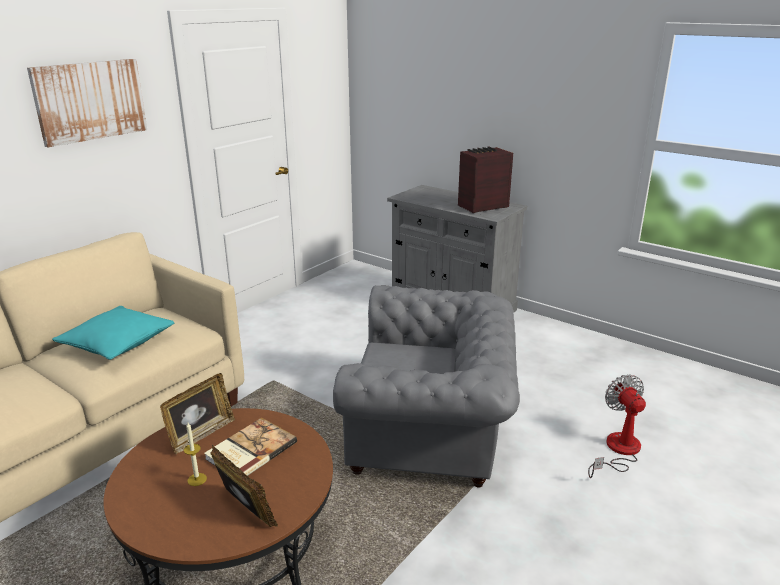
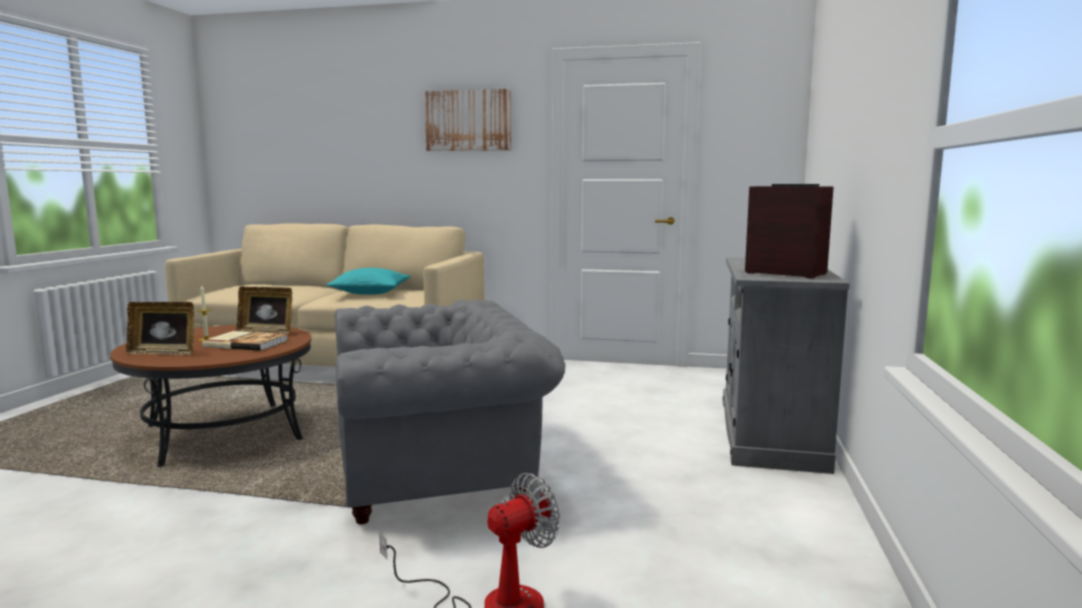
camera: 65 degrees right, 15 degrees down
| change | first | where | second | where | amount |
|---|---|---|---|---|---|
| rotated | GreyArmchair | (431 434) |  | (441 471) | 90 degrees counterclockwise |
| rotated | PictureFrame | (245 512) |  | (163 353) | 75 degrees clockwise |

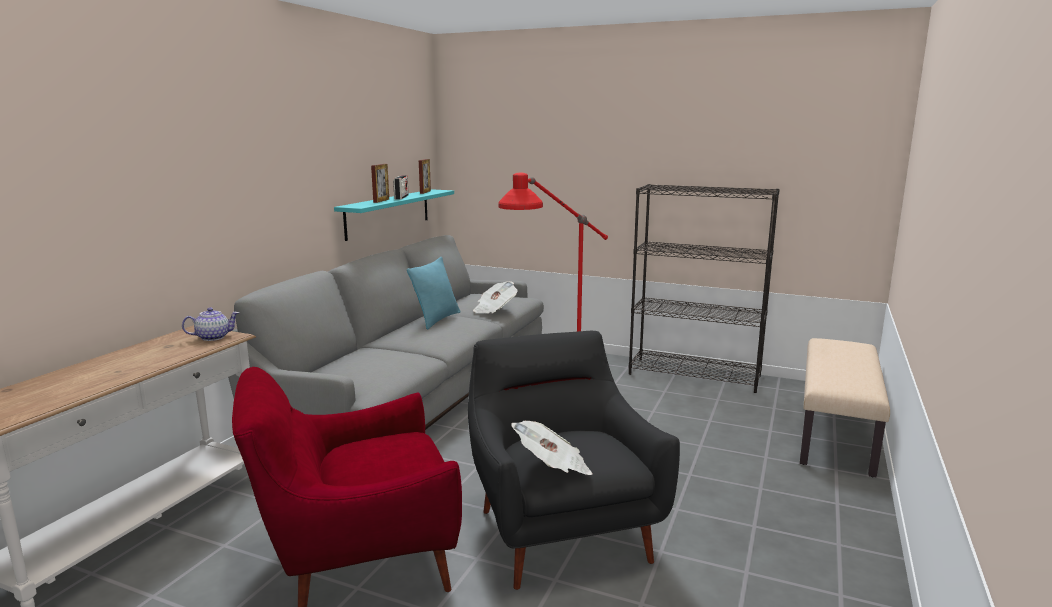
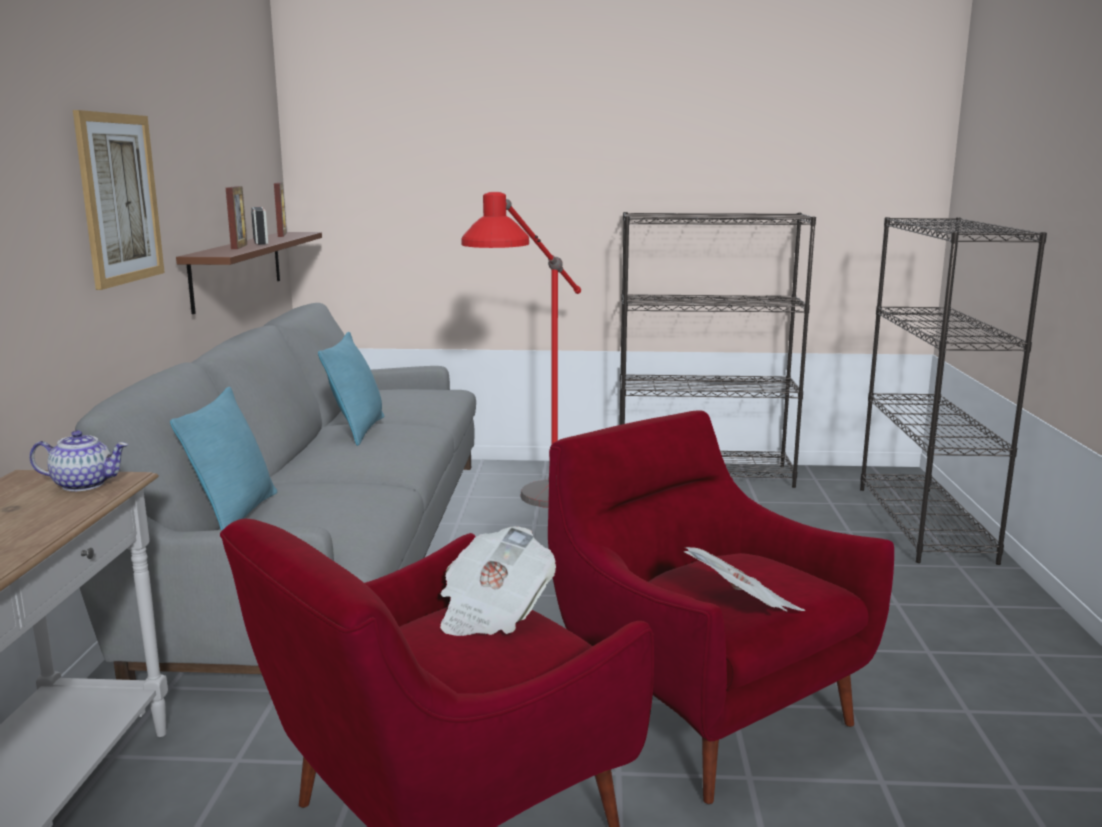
camera: 20 degrees left, 0 degrees up
| change | first | where | second | where | amount |
|---|---|---|---|---|---|
| repainted | TurquoiseShelf | (388 213) | BrownShelf | (237 269) |  |
| shifted | Newspaper | (494 309) |  | (493 612) |  |
| rotated | Teapot | (213 337) |  | (84 484) | 45 degrees clockwise |
| repainted | BlackArmchair | (560 530) | RedArmchair | (701 708) |  |
| swapped | BeigeBench | (836 434) | BlackBookcase | (924 523) |  |
| new |  |  | Picture | (120 198) |  |
| new |  |  | TurquoisePillow | (235 515) |  |

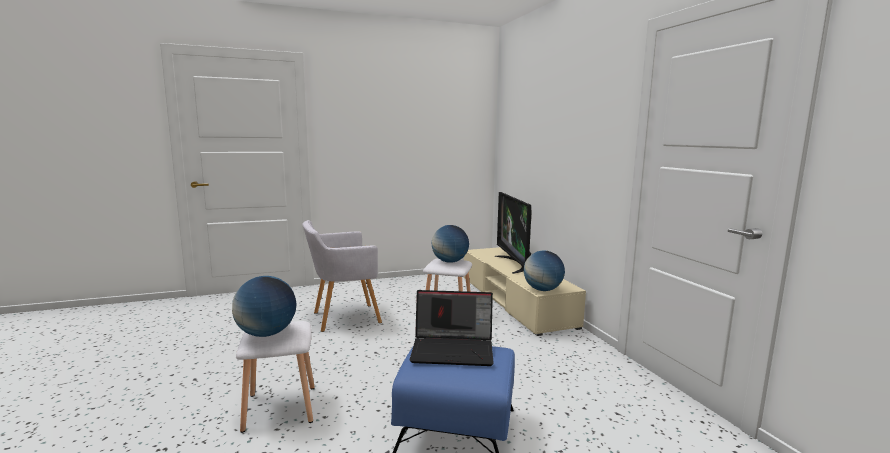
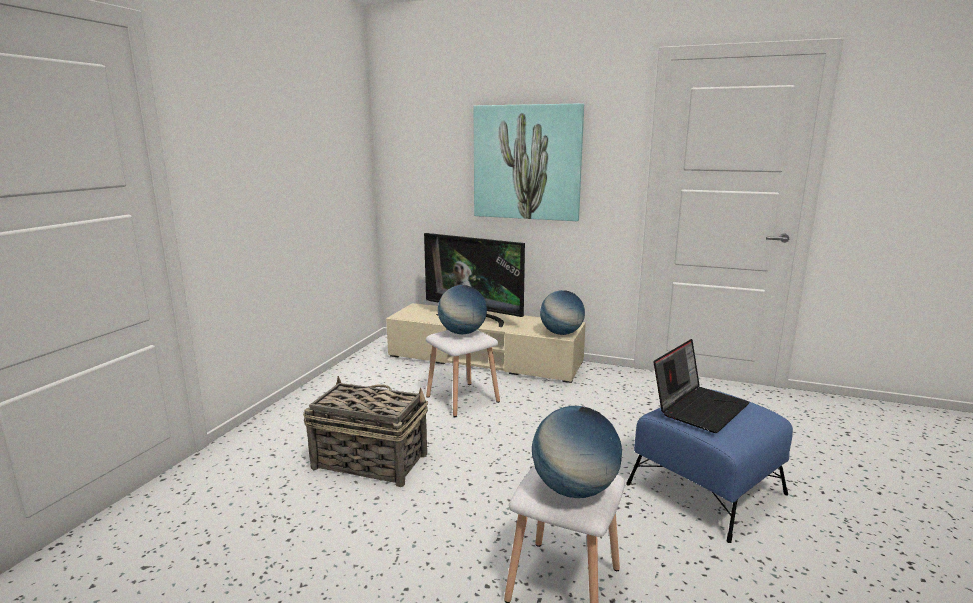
camera: 50 degrees left, 5 degrees up
| change | first | where | second | where | amount |
|---|---|---|---|---|---|
| swapped | GreyArmchair | (343 317) | Basket | (369 461) |  |
| new |  |  | Picture | (527 162) |  |

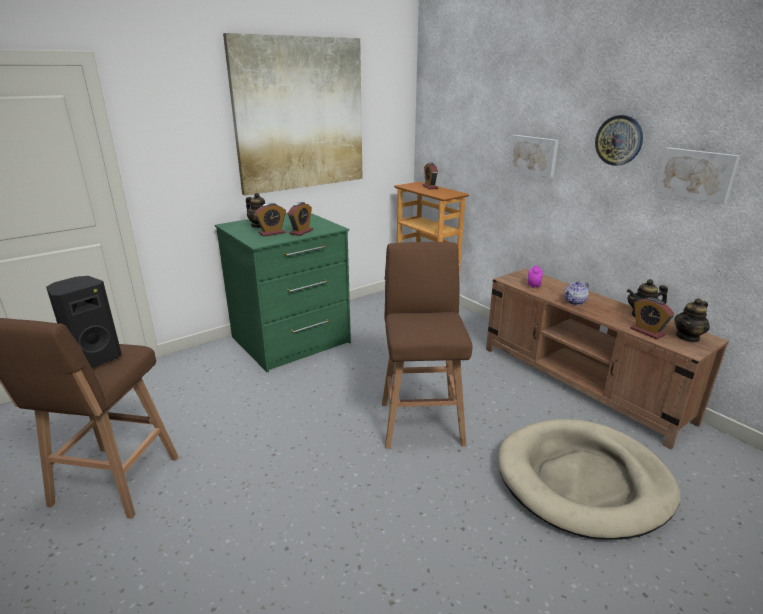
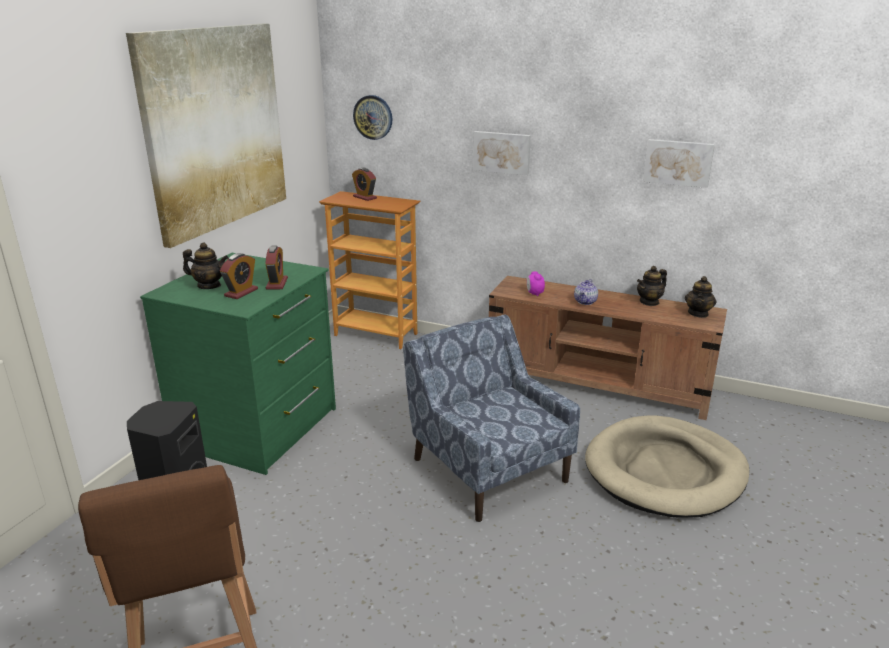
camera: 30 degrees left, 0 degrees up
| change | first | where | second | where | amount |
|---|---|---|---|---|---|
| shifted | WallClock | (619 140) |  | (373 117) |  |
| swapped | BrownStool | (421 421) | BlueArmchair | (488 468) |  |
| gone | AlarmClock | (647 332) |  |  |  |

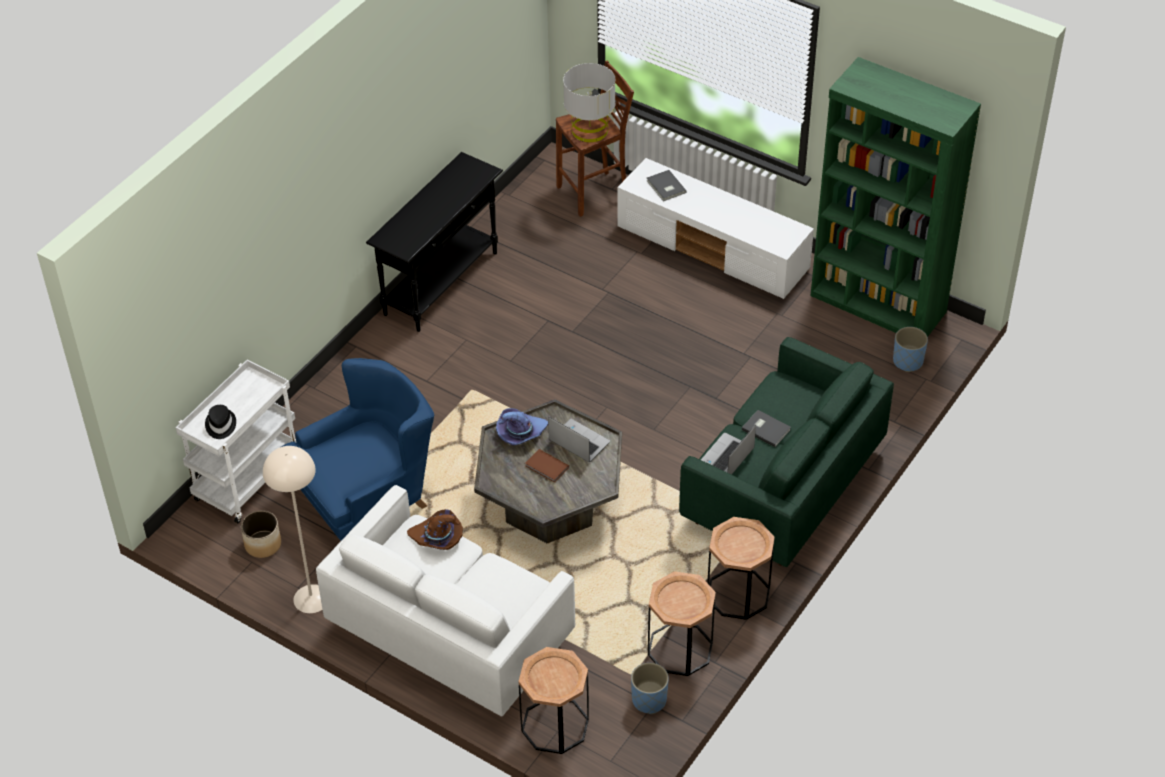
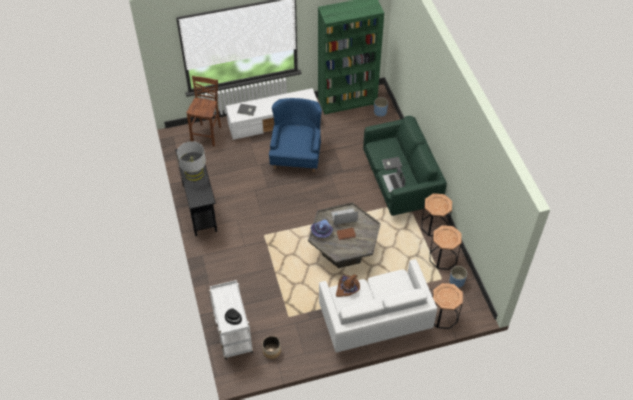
camera: 50 degrees left, 5 degrees up
| change | first | where | second | where | amount |
|---|---|---|---|---|---|
| shifted | GreyTableLamp | (590 130) |  | (194 173) |  |
| shifted | BlueArmchair | (367 495) |  | (296 154) |  |
| gone | BeigeFloorLamp | (311 598) |  |  |  |

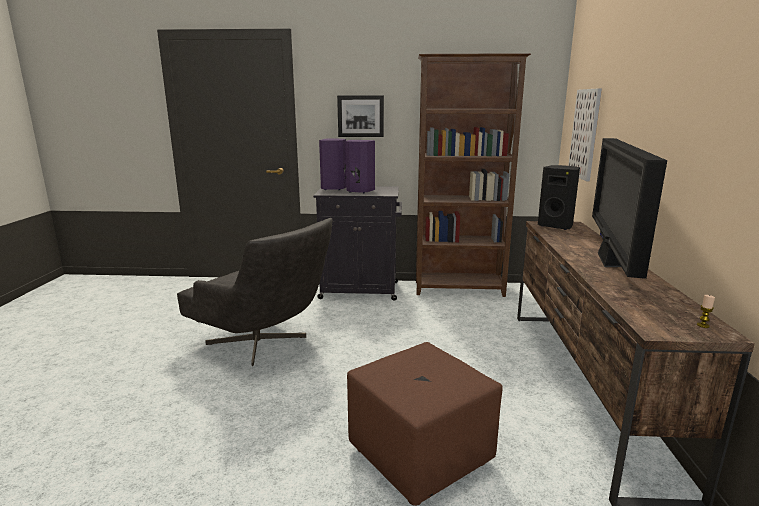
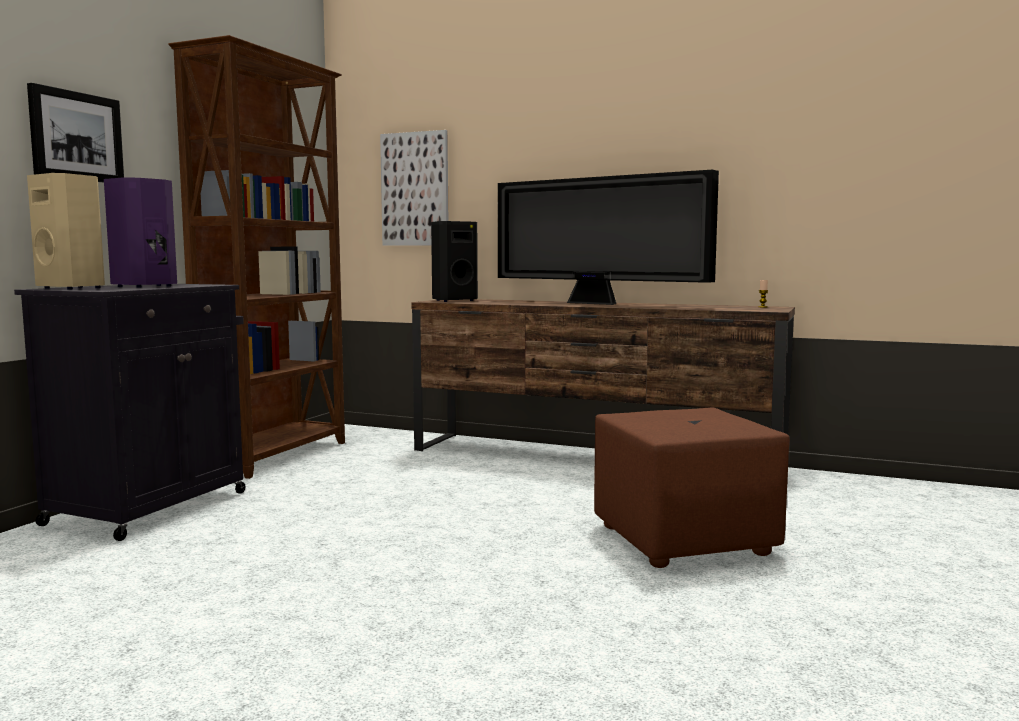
camera: 70 degrees left, 10 degrees down
| change | first | where | second | where | amount |
|---|---|---|---|---|---|
| repainted | PurpleSpeaker | (334 188) | BeigeSpeaker | (73 288) |  |
| gone | GreyArmchair | (265 344) |  |  |  |

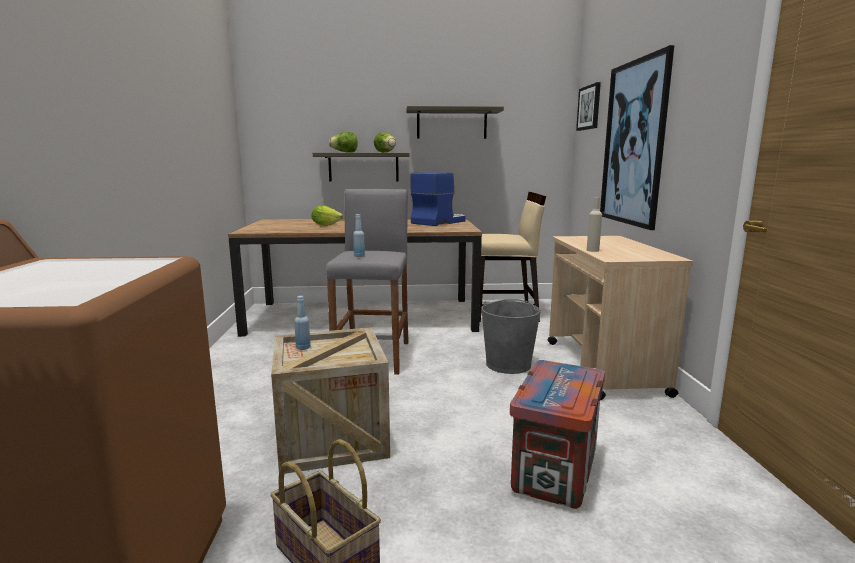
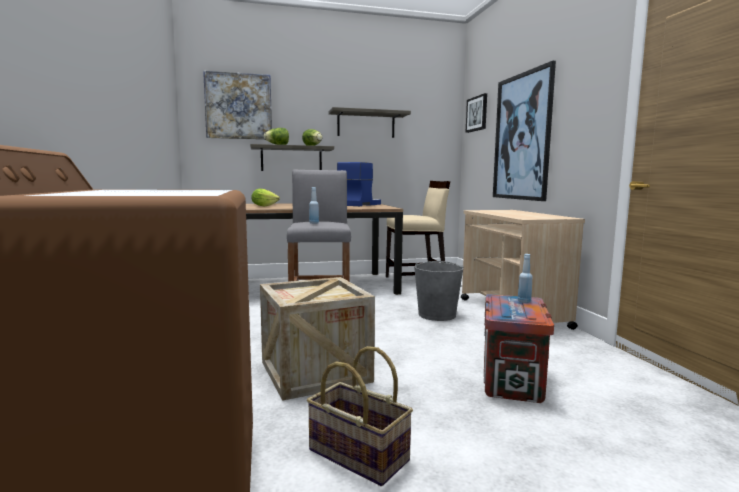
camera: 10 degrees left, 5 degrees down
| change | first | where | second | where | amount |
|---|---|---|---|---|---|
| gone | BeigeBottle | (592 250) |  |  |  |
| shifted | BlueBottle | (303 348) |  | (524 301) |  |
| new |  |  | Picture | (238 106) |  |

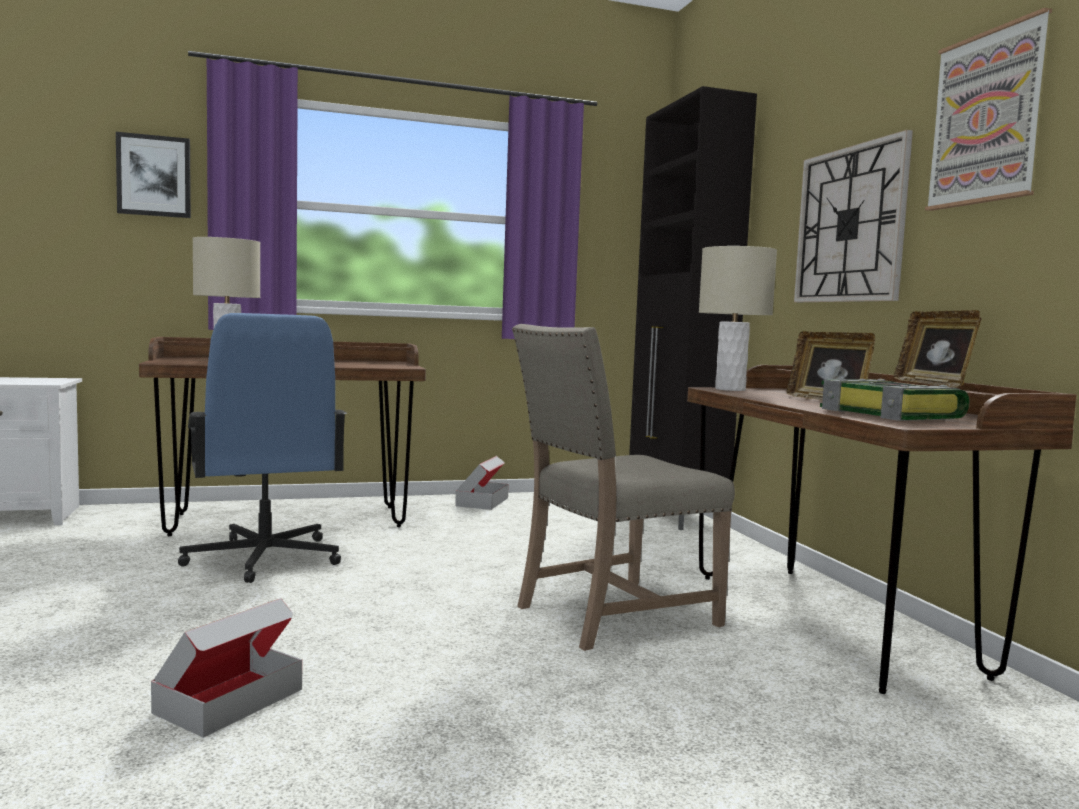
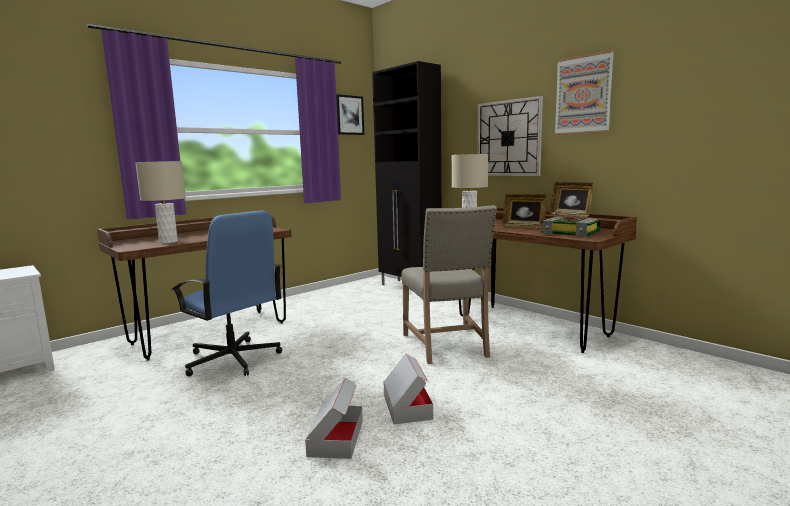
camera: 25 degrees left, 5 degrees up
| change | first | where | second | where | amount |
|---|---|---|---|---|---|
| shifted | Picture | (154 176) |  | (349 115) |  |
| rotated | BeigeChair | (610 615) |  | (447 346) | 45 degrees counterclockwise |
| shifted | CardboardBox | (482 502) |  | (407 406) |  |

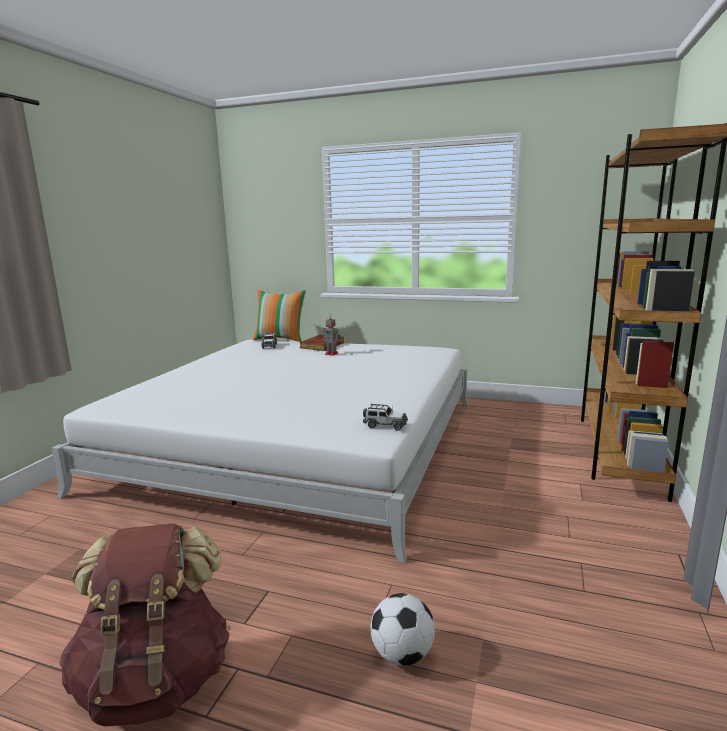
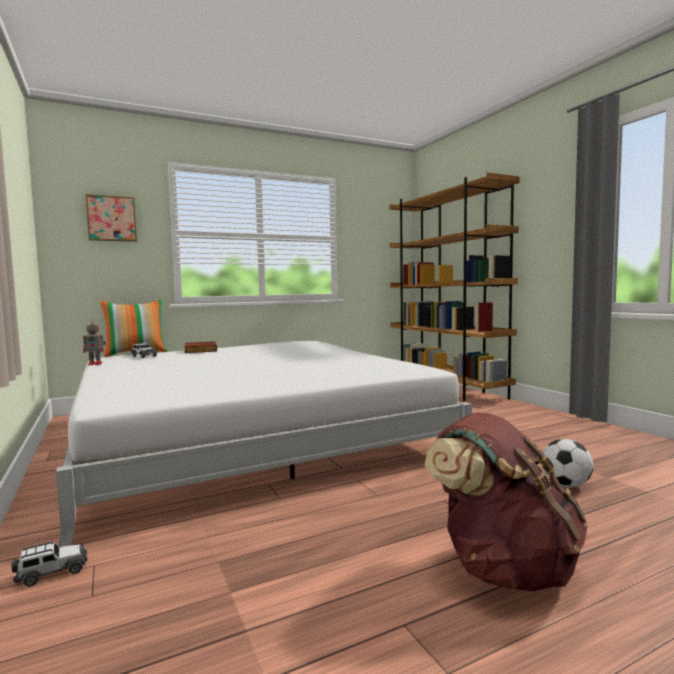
camera: 45 degrees left, 10 degrees down
| change | first | where | second | where | amount |
|---|---|---|---|---|---|
| shifted | ToyRobot | (332 354) |  | (96 364) |  |
| shifted | ToyCar | (385 425) |  | (52 573) |  |
| new |  |  | Picture | (111 219) |  |

